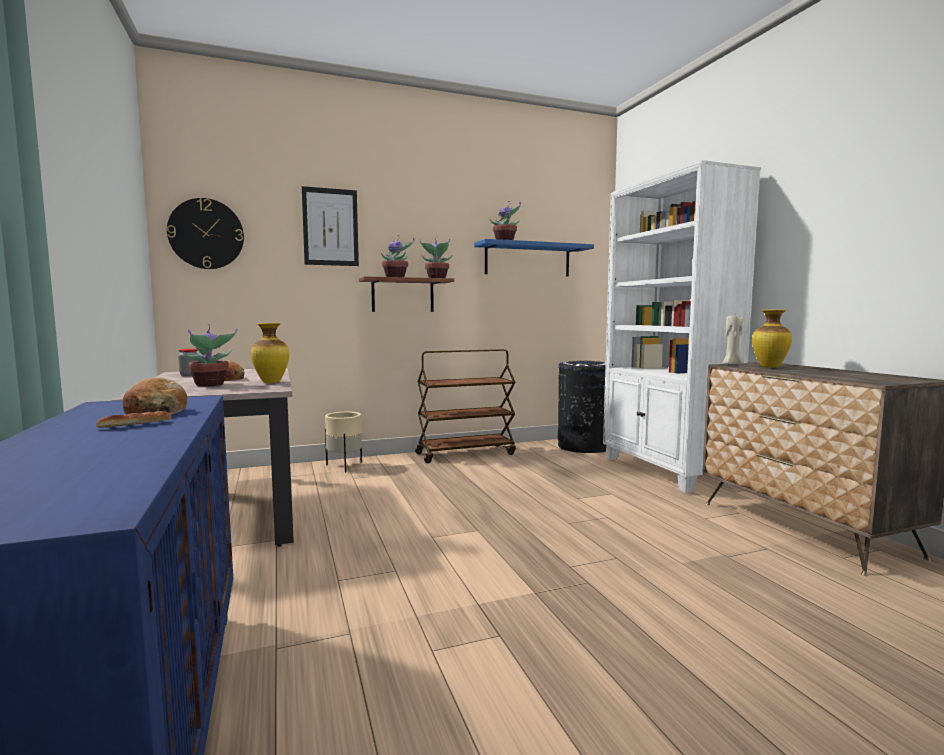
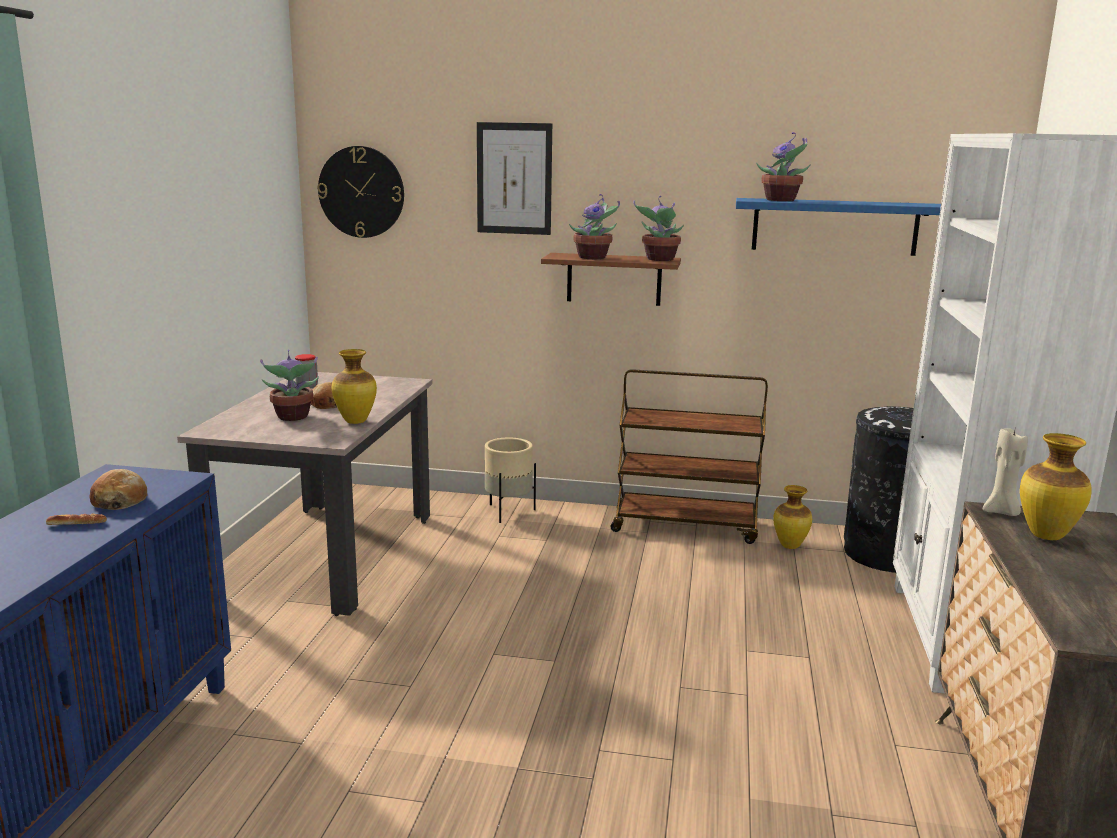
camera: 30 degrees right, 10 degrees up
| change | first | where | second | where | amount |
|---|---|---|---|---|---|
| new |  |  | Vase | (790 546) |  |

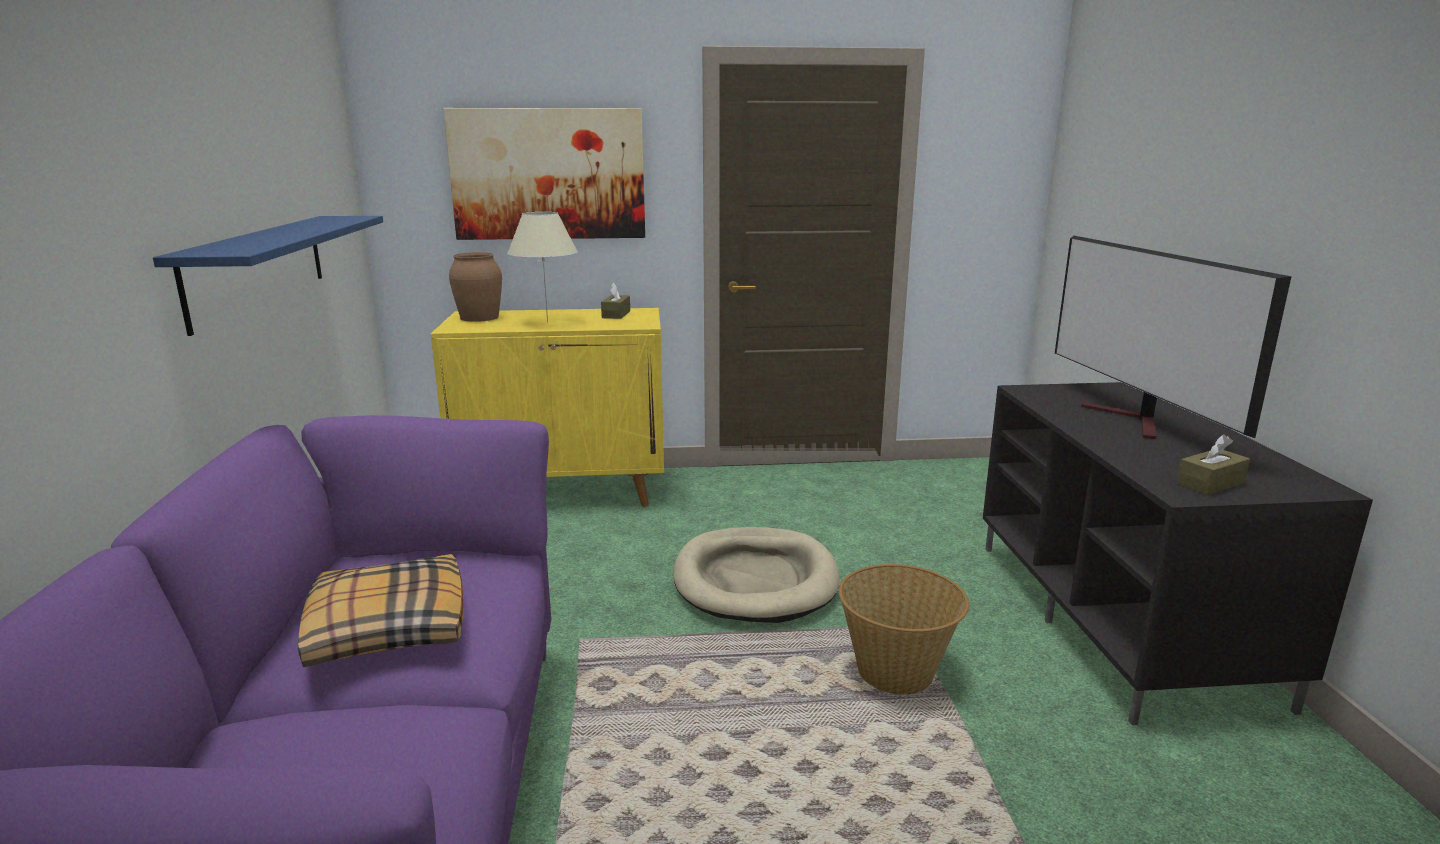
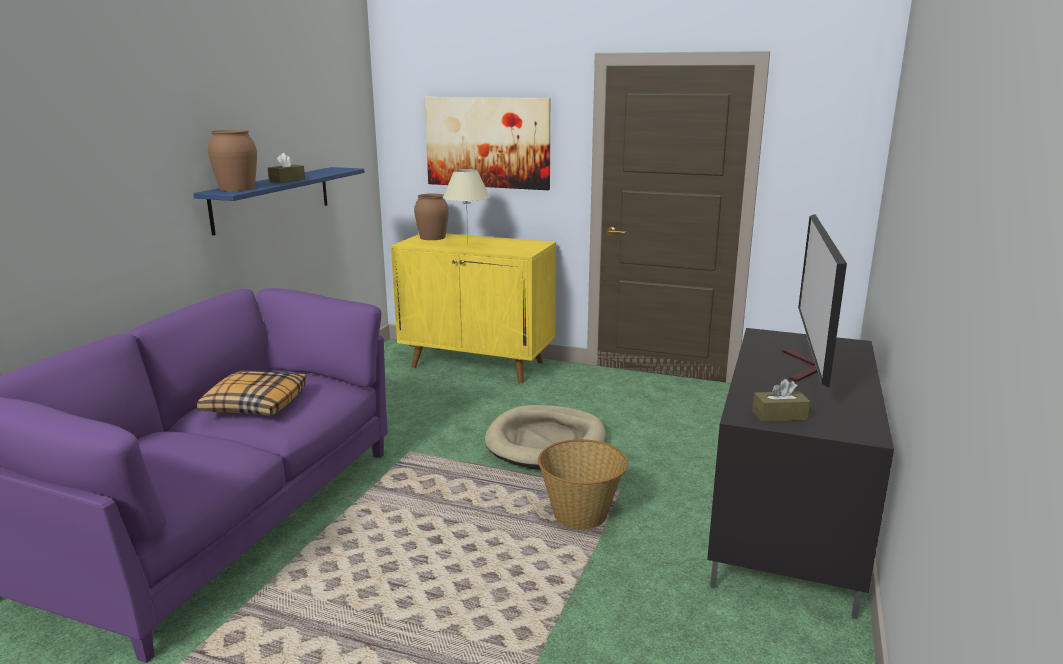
camera: 25 degrees right, 0 degrees up
| change | first | where | second | where | amount |
|---|---|---|---|---|---|
| shifted | BrownTissueBox | (616 314) |  | (287 180) |  |
| new |  |  | BrownVase | (237 188) |  |

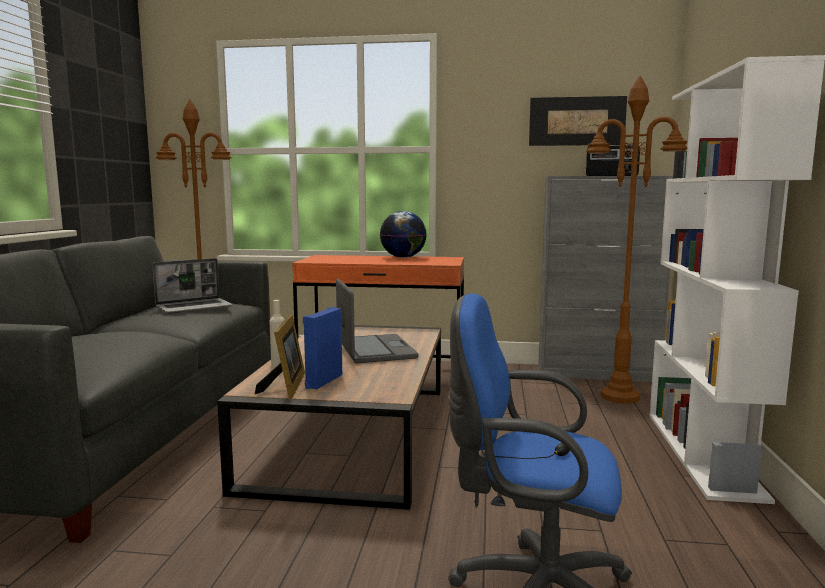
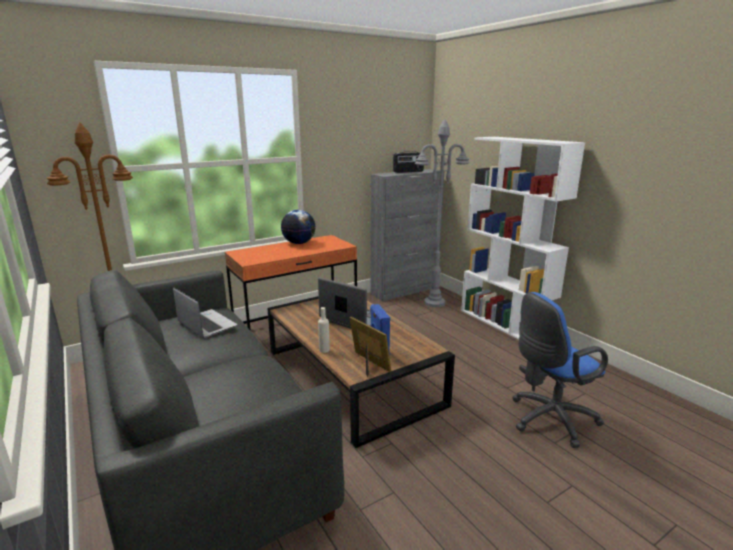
camera: 40 degrees left, 10 degrees up
| change | first | where | second | where | amount |
|---|---|---|---|---|---|
| repainted | BrownFloorLamp | (619 397) | GreyFloorLamp | (434 303) |  |
| gone | Picture | (577 121) |  |  |  |
| rotated | Laptop | (195 307) |  | (206 325) | 60 degrees counterclockwise |

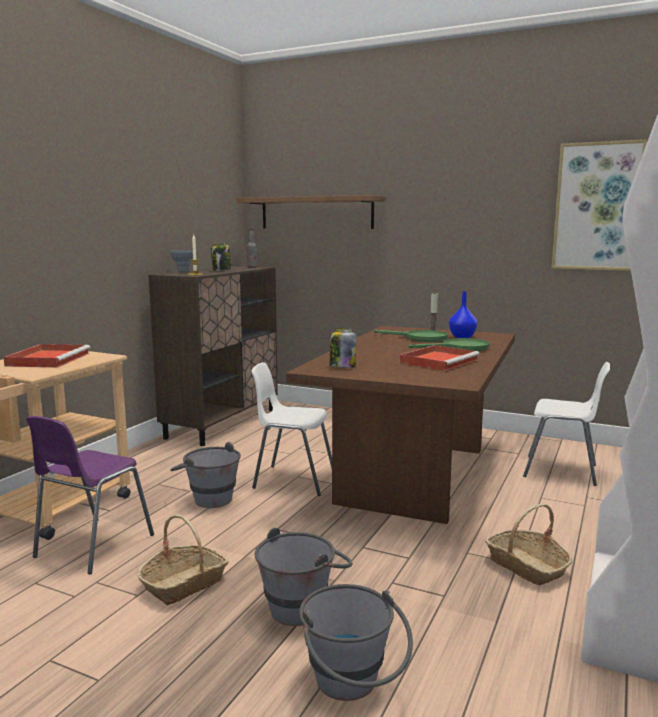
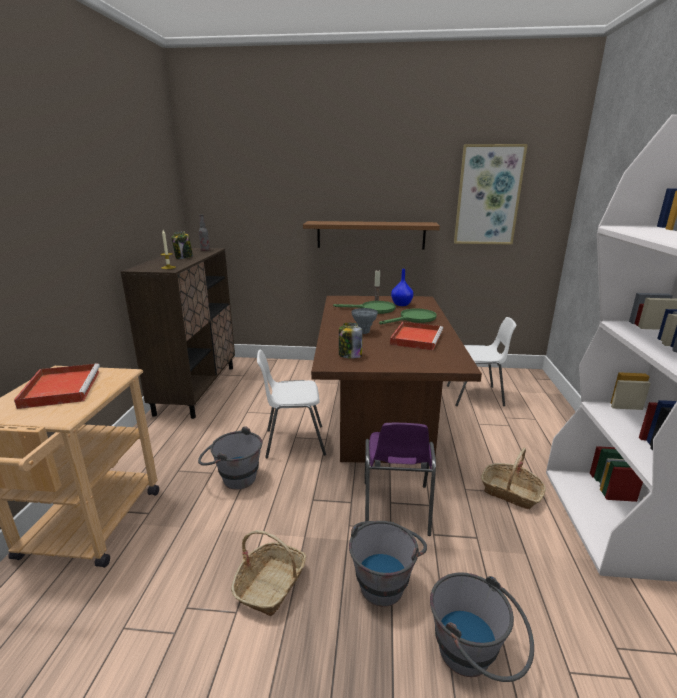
camera: 20 degrees left, 10 degrees up
| change | first | where | second | where | amount |
|---|---|---|---|---|---|
| shifted | BrownShelf | (316 213) |  | (370 235) |  |
| shifted | GreyVase | (183 271) |  | (364 332) |  |
| shifted | PurpleChair | (91 547) |  | (395 509) |  |

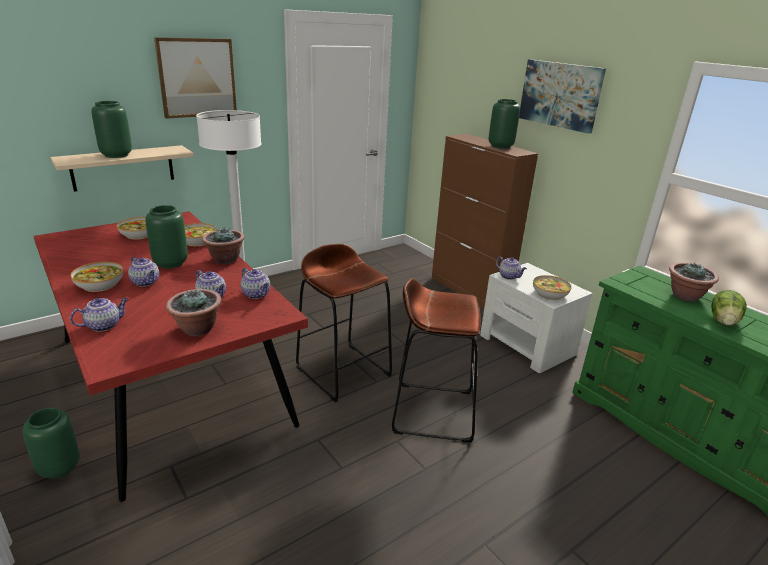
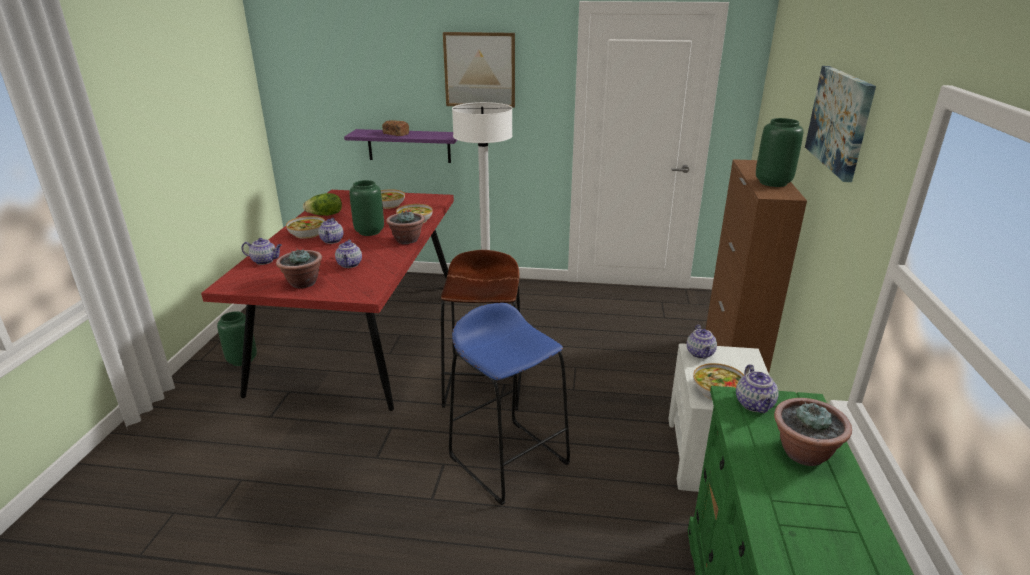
camera: 45 degrees right, 0 degrees up
| change | first | where | second | where | amount |
|---|---|---|---|---|---|
| swapped | GreenVase | (116 155) | Bread | (396 134) |  |
| repainted | BeigeShelf | (123 168) | PurpleShelf | (409 146) |  |
| shifted | Teapot | (256 294) |  | (755 405) |  |
| repainted | BrownStool | (433 411) | BlueStool | (508 459) |  |
| shifted | Lettuce | (724 321) |  | (325 215) |  |

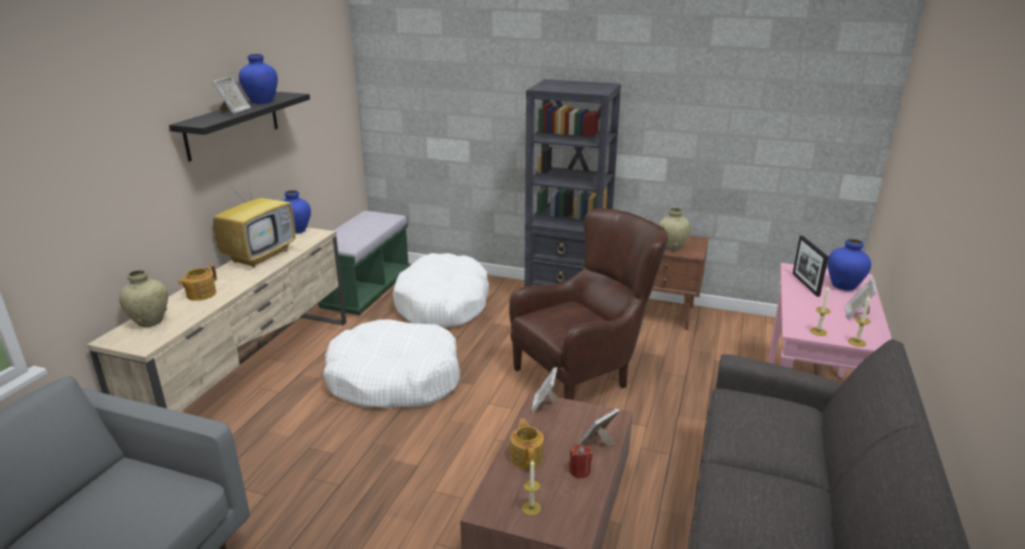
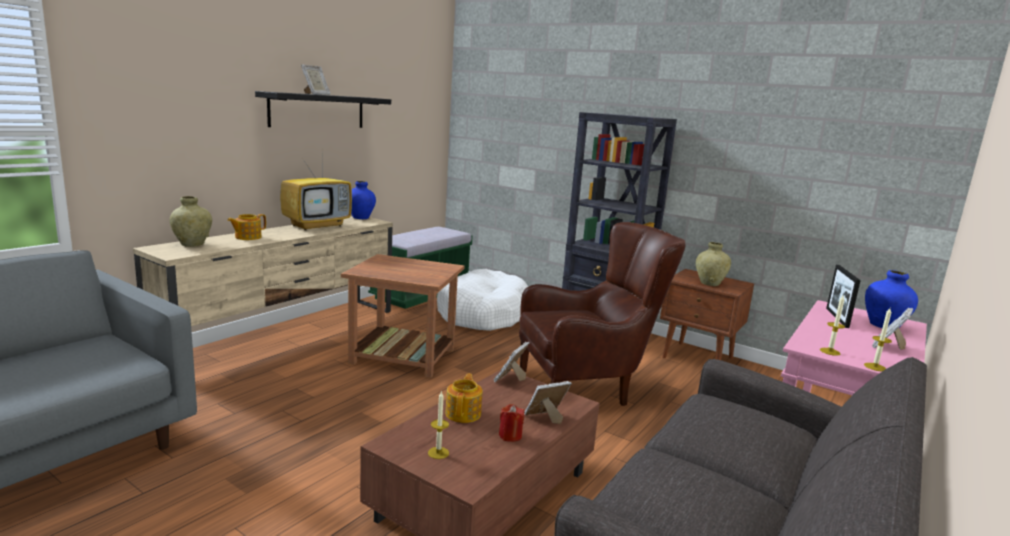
camera: 15 degrees right, 10 degrees down
| change | first | where | second | where | amount |
|---|---|---|---|---|---|
| gone | BlueVase | (262 102) |  |  |  |
| swapped | WhiteDogBed | (394 379) | BrownSideTable | (404 356) |  |

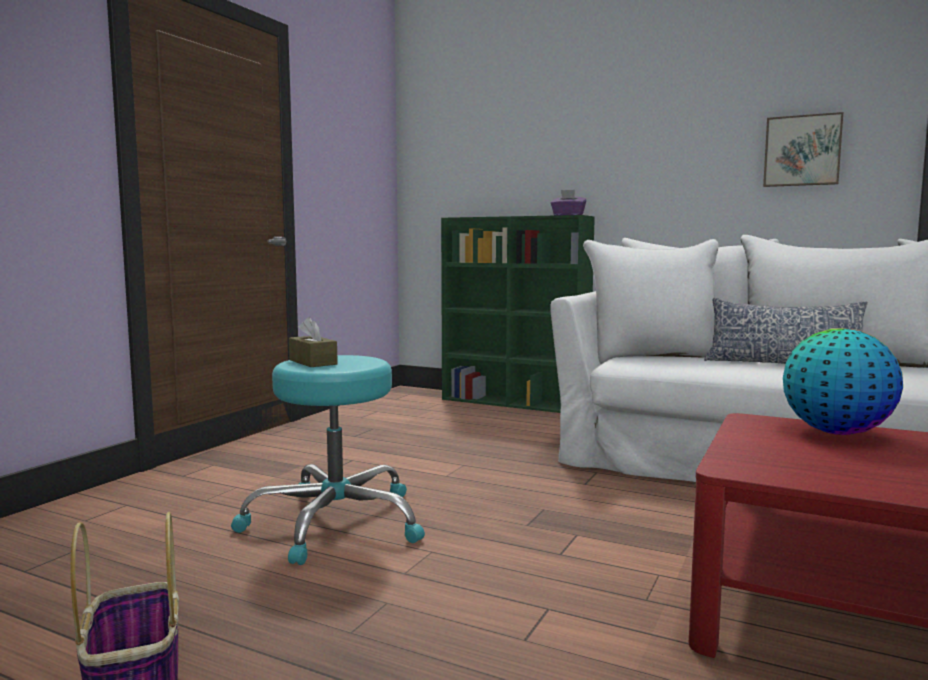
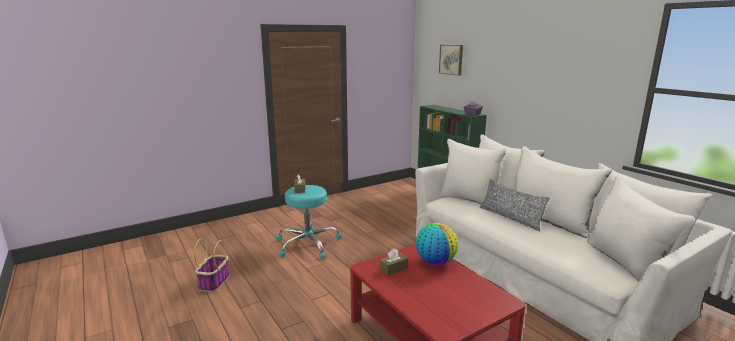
camera: 30 degrees right, 10 degrees up
| change | first | where | second | where | amount |
|---|---|---|---|---|---|
| shifted | Picture | (802 151) |  | (451 59) |  |
| new |  |  | BrownTissueBox | (393 268) |  |

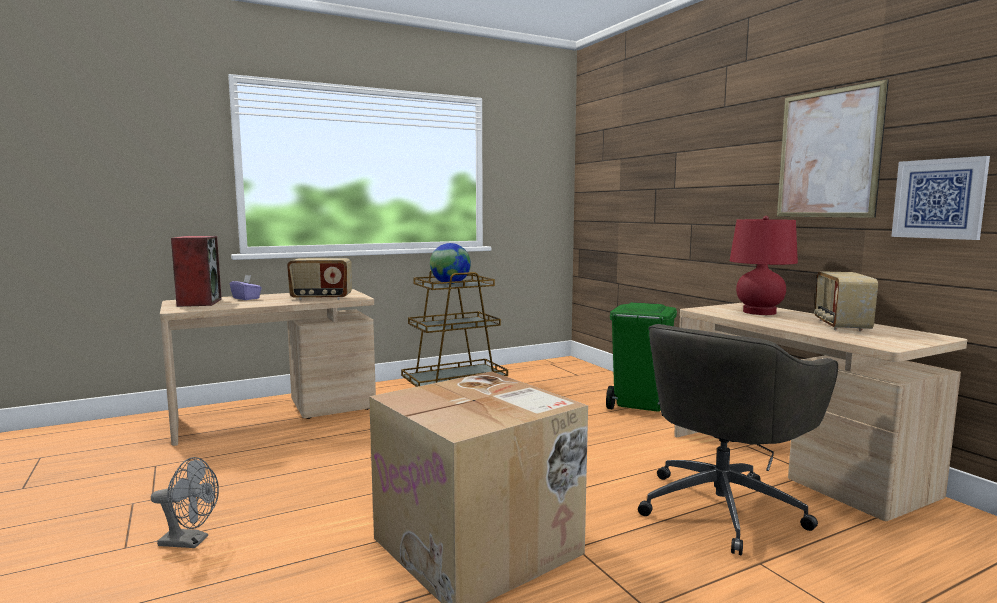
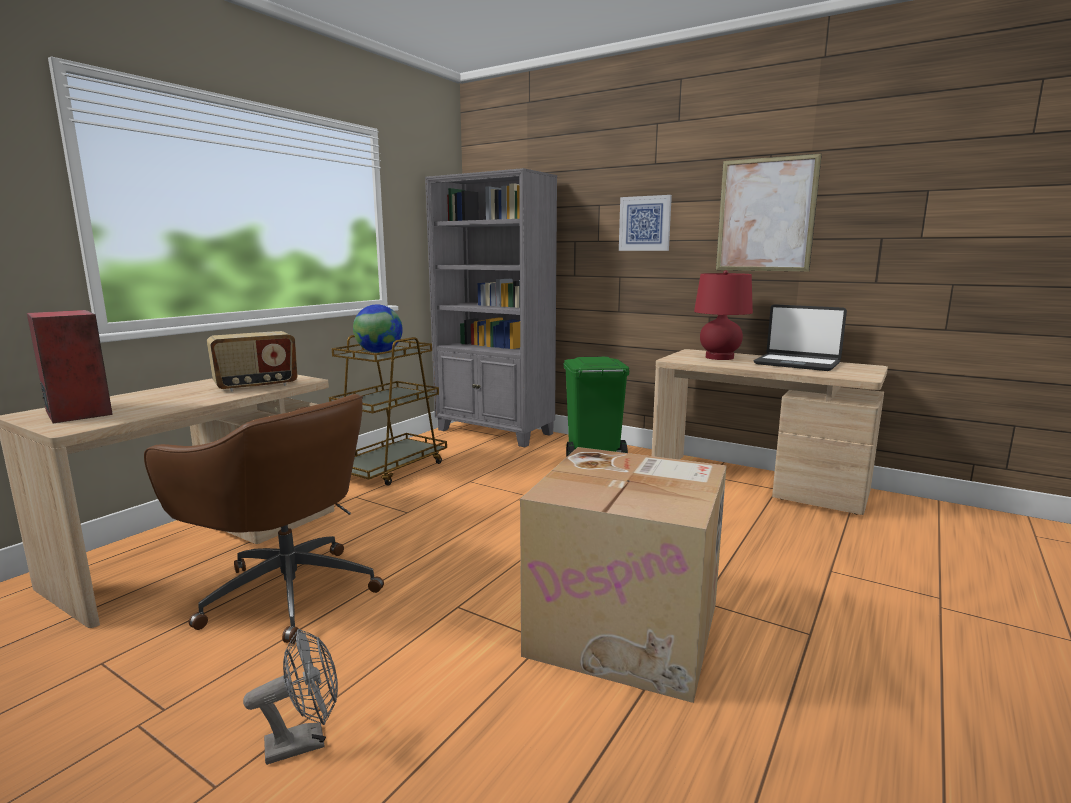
camera: 30 degrees left, 5 degrees up
| change | first | where | second | where | amount |
|---|---|---|---|---|---|
| shifted | Picture | (939 199) |  | (645 223) |  |
| swapped | Radio | (840 325) | Laptop | (797 363) |  |
| gone | PurpleTissueBox | (246 298) |  |  |  |
| gone | GreyOfficeChair | (723 507) |  |  |  |
| new |  |  | GreyBookcase | (495 432) |  |
| new |  |  | BrownOfficeChair | (287 591) |  |

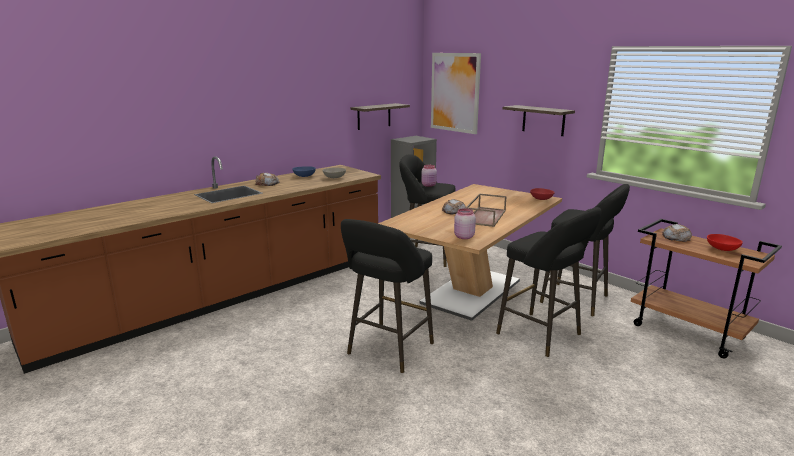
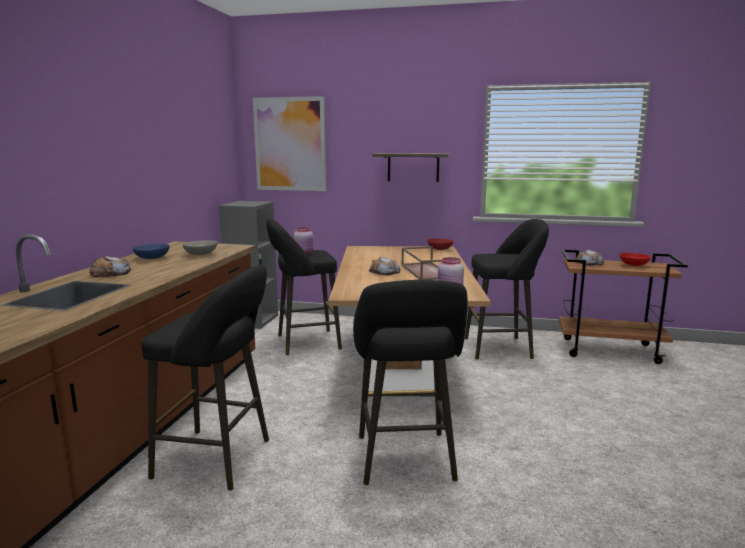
camera: 35 degrees left, 5 degrees down
| change | first | where | second | where | amount |
|---|---|---|---|---|---|
| gone | Shelf | (374 116) |  |  |  |
| shifted | BlackStool | (542 335) |  | (219 459) |  |

